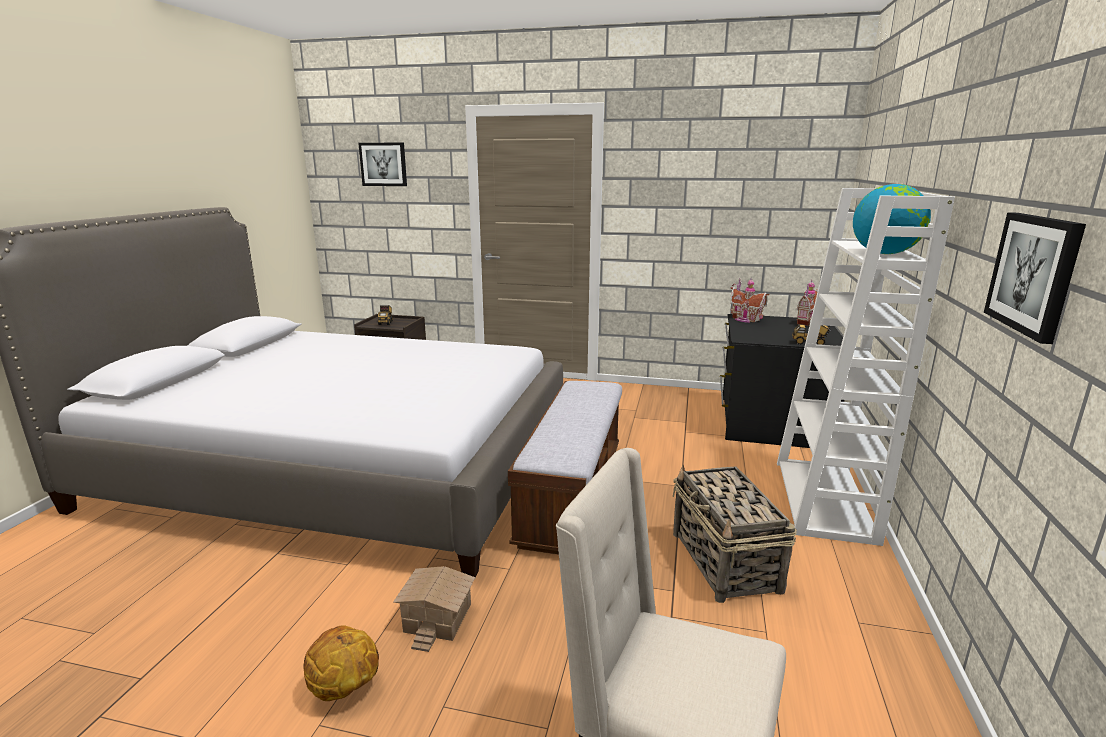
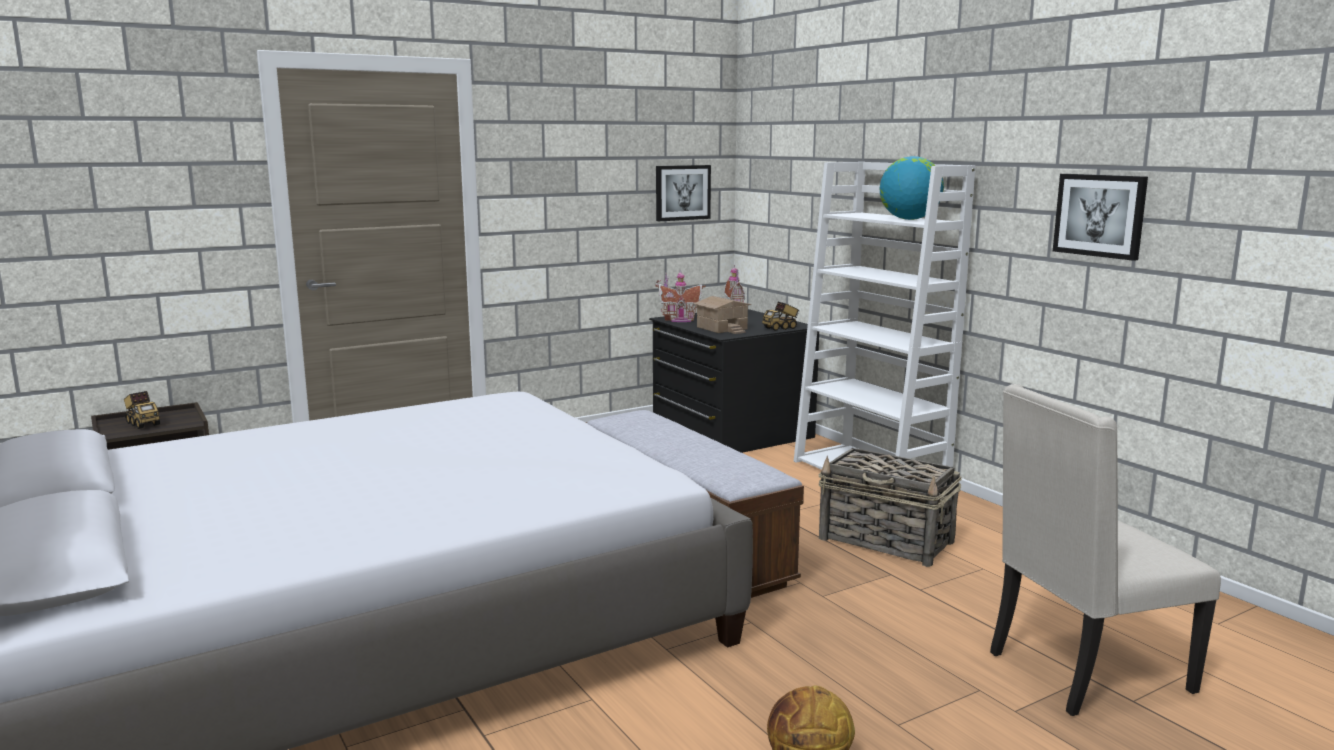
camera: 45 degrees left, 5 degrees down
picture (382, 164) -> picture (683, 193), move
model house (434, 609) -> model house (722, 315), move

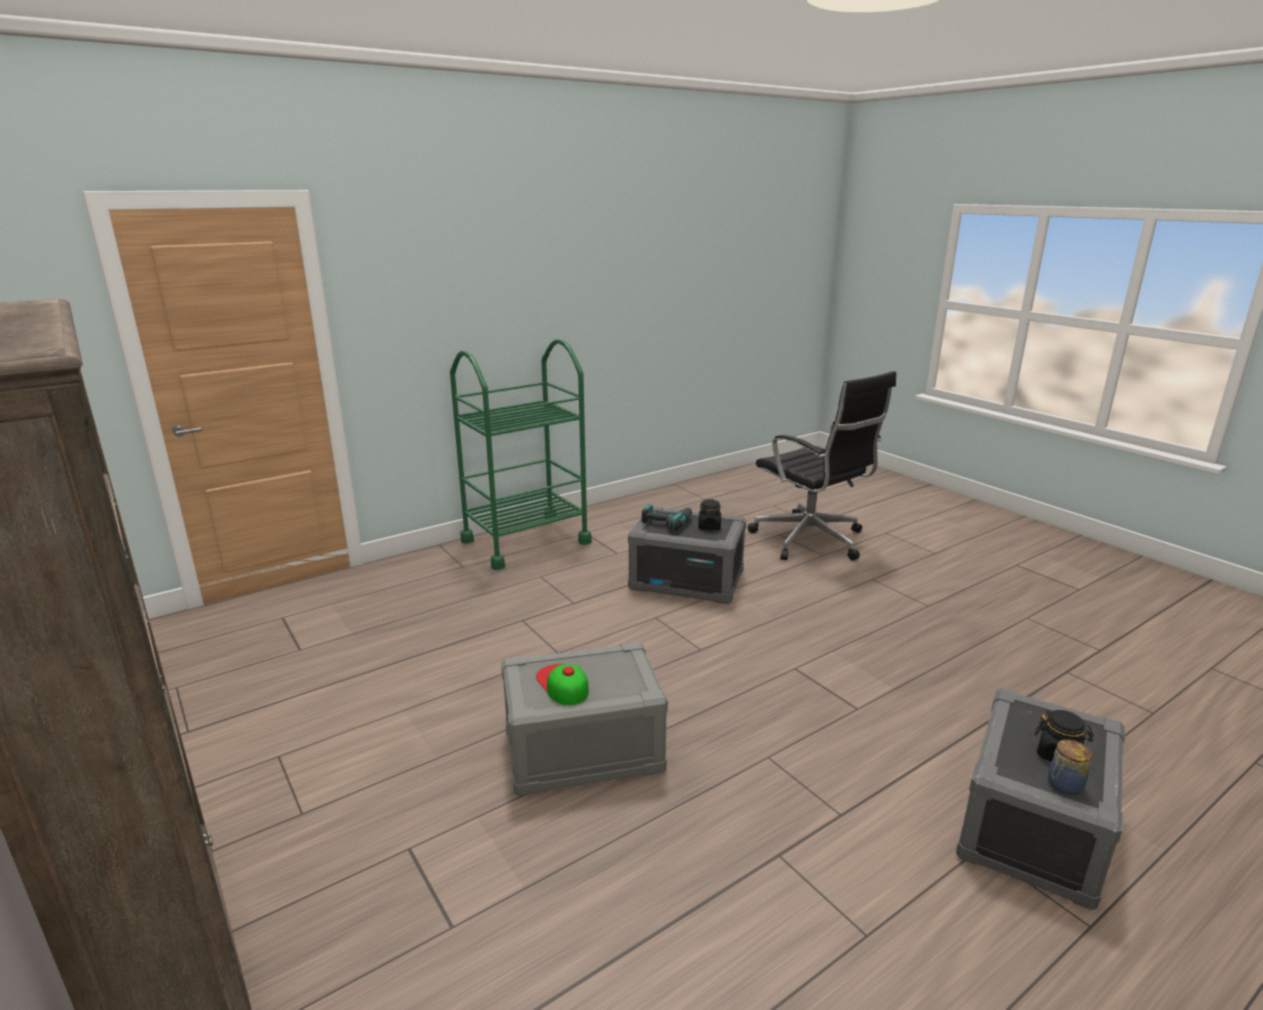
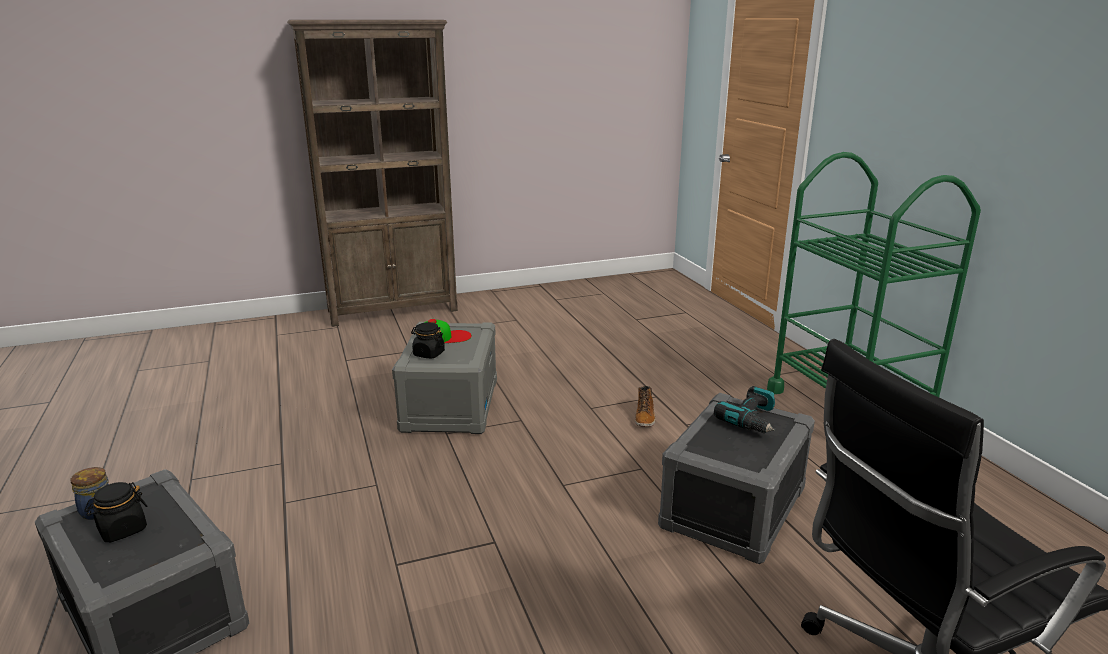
camera: 105 degrees right, 0 degrees up
none -> boot (645, 406)
storage jar (blackish) (709, 514) -> storage jar (blackish) (428, 340), move

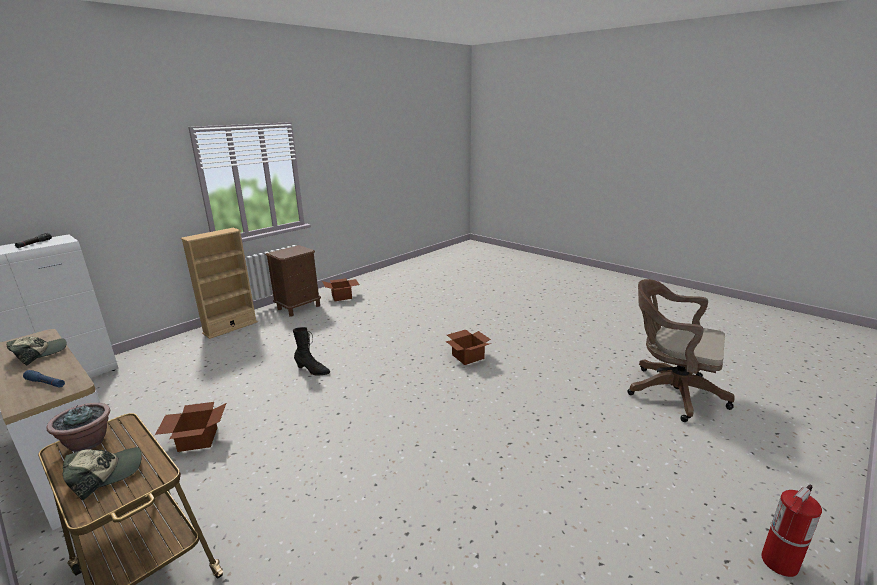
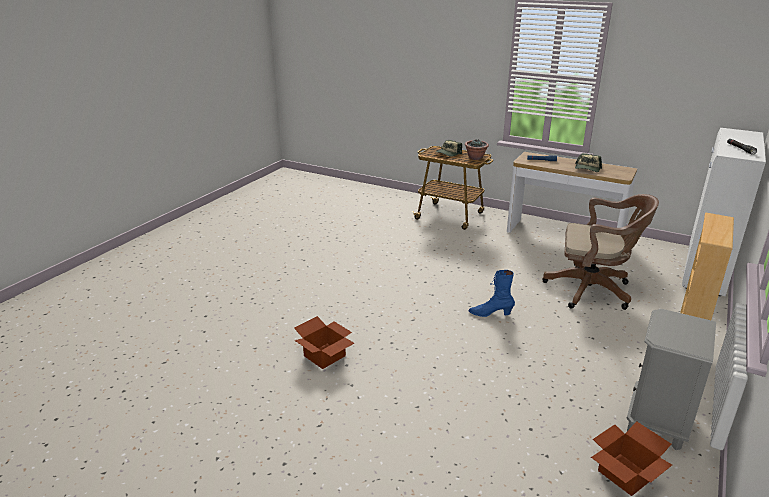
camera: 165 degrees right, 5 degrees up
cardboard box (190, 427) -> none
extinguisher (791, 531) -> none
desk chair (brownish) (680, 350) -> desk chair (brownish) (600, 252), move
bedside table (brownish) (293, 280) -> bedside table (grey) (671, 379)
boot (blackish) (311, 351) -> boot (blue-coloured) (491, 293)

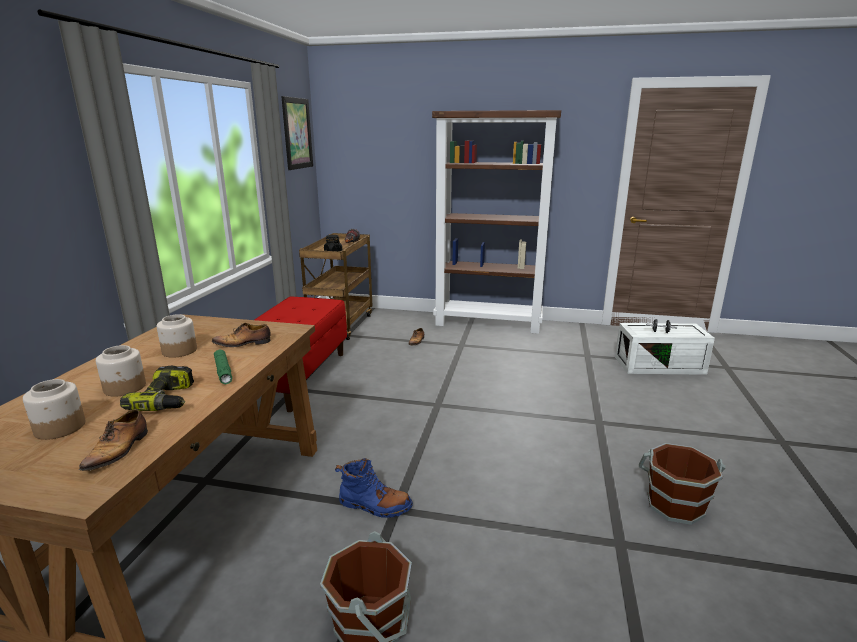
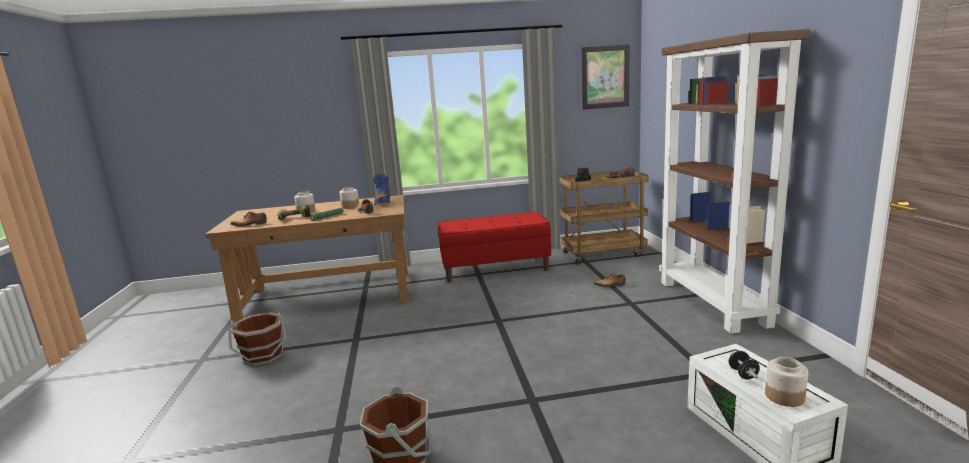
camera: 70 degrees right, 5 degrees down
storage jar (54, 409) -> storage jar (786, 382), move
boot (blue-coloured) (374, 488) -> boot (blue-coloured) (381, 189), move

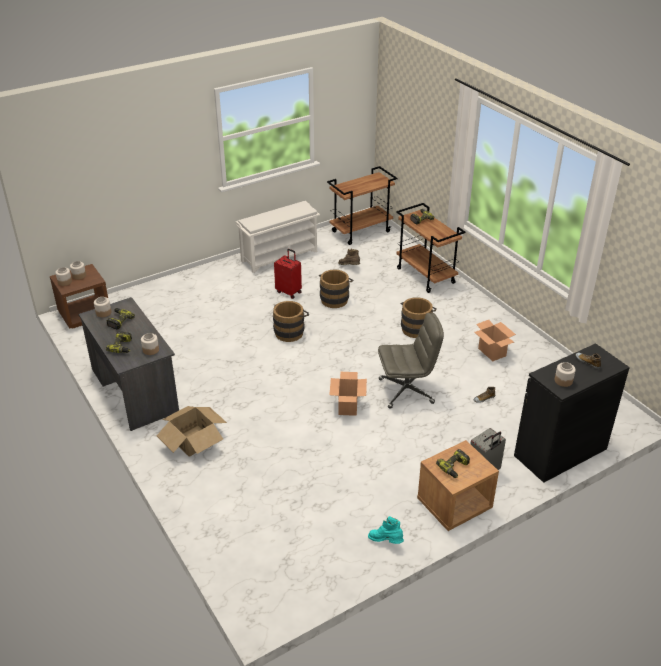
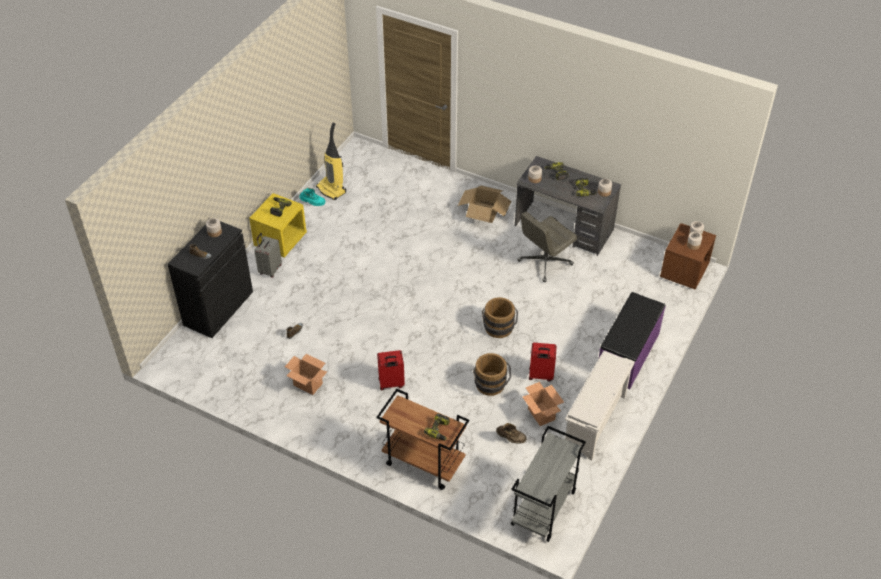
camera: 150 degrees right, 10 degrees up
none -> vacuum cleaner (331, 161)
none -> long seat (purplish) (632, 340)
cardboard box (348, 394) -> cardboard box (543, 404), move
desk chair (grey) (411, 360) -> desk chair (grey) (547, 247), move
water bucket (brownish) (418, 317) -> piece of luggage (red) (391, 370)
wheeled cart (brownish) (362, 205) -> wheeled cart (grey) (548, 484)
bedside table (brownish) (458, 485) -> bedside table (yellow-coloured) (278, 225)

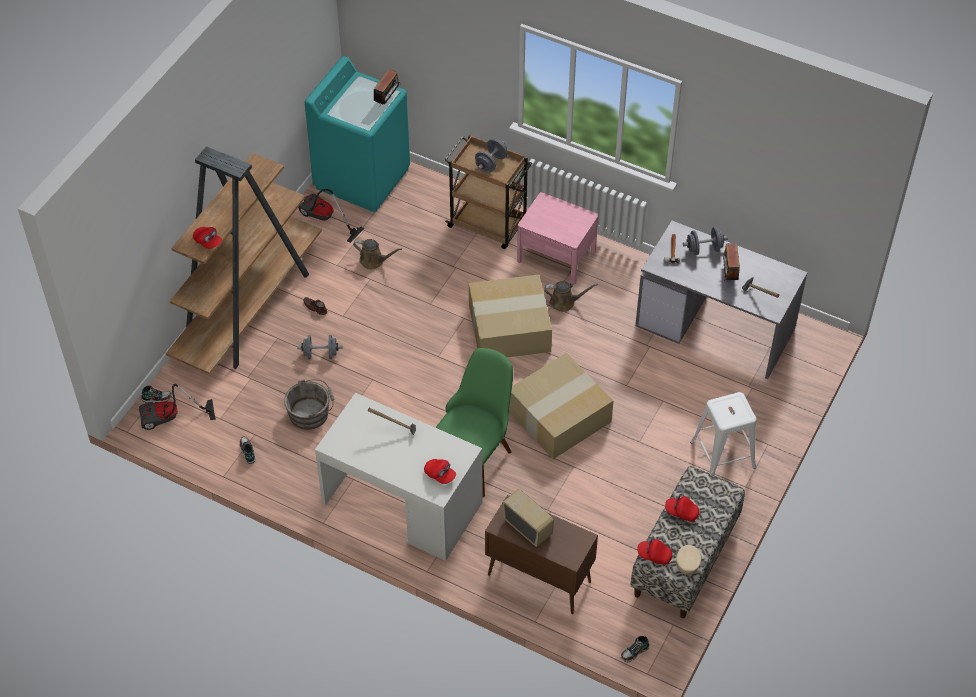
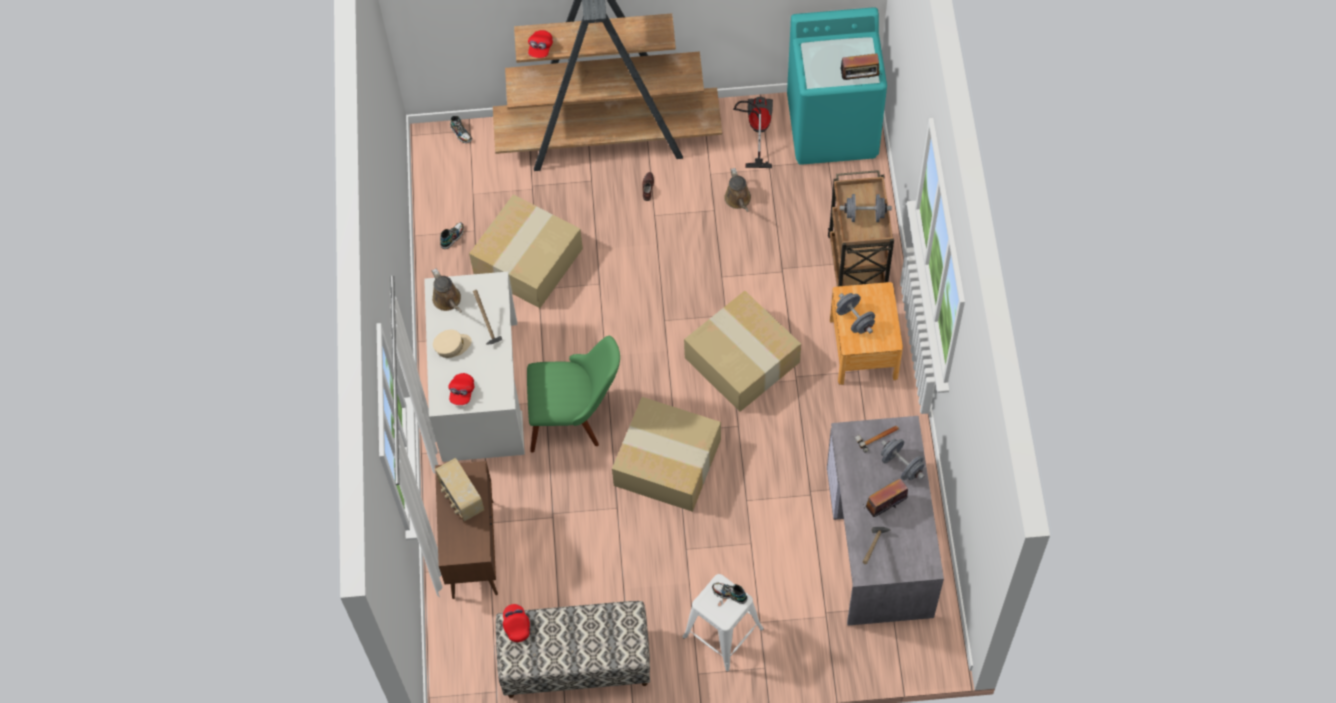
camera: 60 degrees right, 10 degrees up
vacuum cleaner (177, 407) -> none
cap (red) (682, 508) -> none
free weight (grey) (319, 347) -> free weight (grey) (855, 313), move
sprinkling can (brownish) (571, 296) -> sprinkling can (brownish) (447, 290), move
item of footwear (635, 649) -> item of footwear (730, 593), move
cap (sand-coloured) (688, 560) -> cap (sand-coloured) (452, 344), move
water bucket (grey) (309, 404) -> cardboard box (526, 251)
bedside table (pink) (557, 238) -> bedside table (brownish) (866, 333)
radio (528, 518) -> radio (459, 490), 135 degrees clockwise

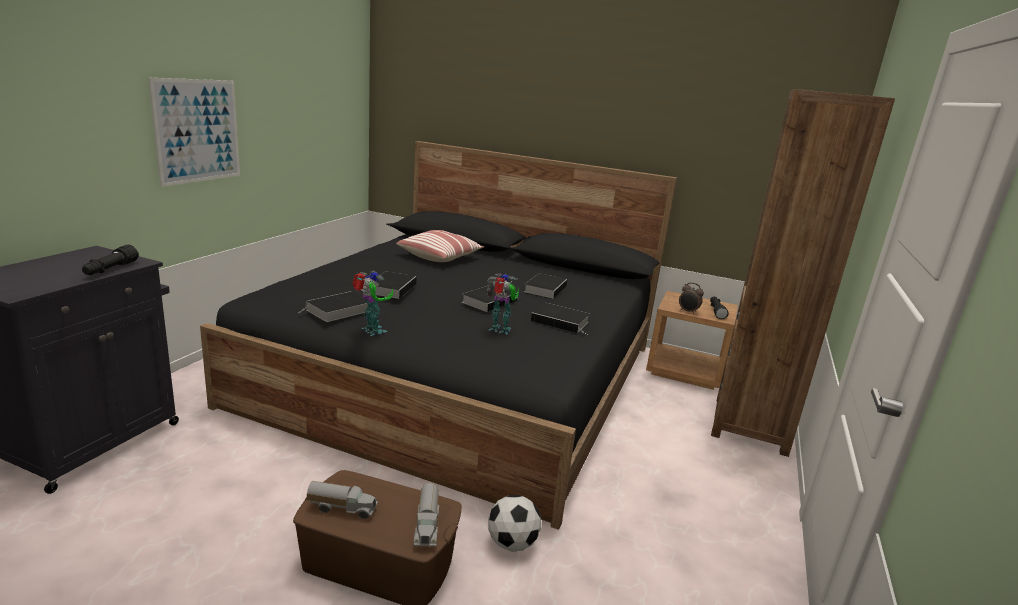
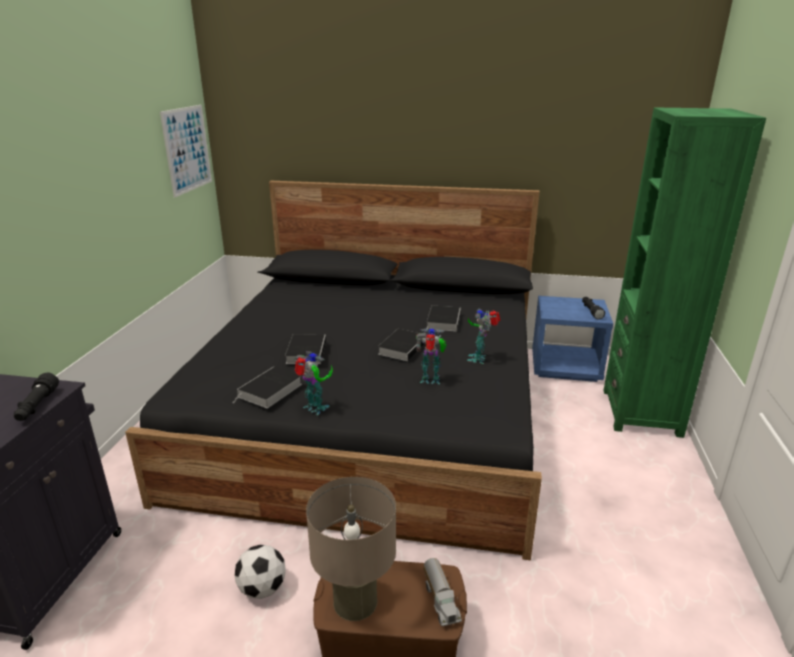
camera: 10 degrees left, 5 degrees up
throw pillow (440, 246) -> none
bedside clock (691, 298) -> none
picture (194, 132) -> picture (186, 151), move
ball for football (514, 523) -> ball for football (260, 571), move
toy truck (342, 500) -> lamp for a table (sand-coloured) (351, 549)
book (560, 319) -> robot figure (483, 336)
bedside table (brownish) (692, 340) -> bedside table (blue-coloured) (572, 339)
shelving unit (brownish) (803, 273) -> shelving unit (green) (684, 272)

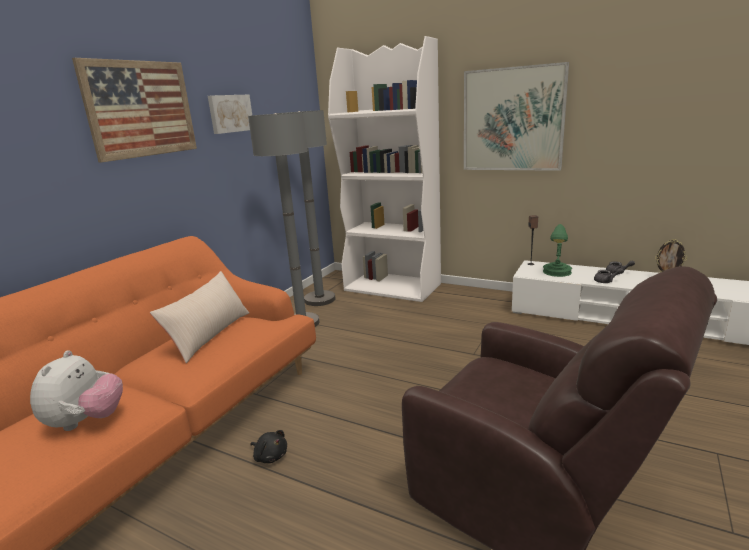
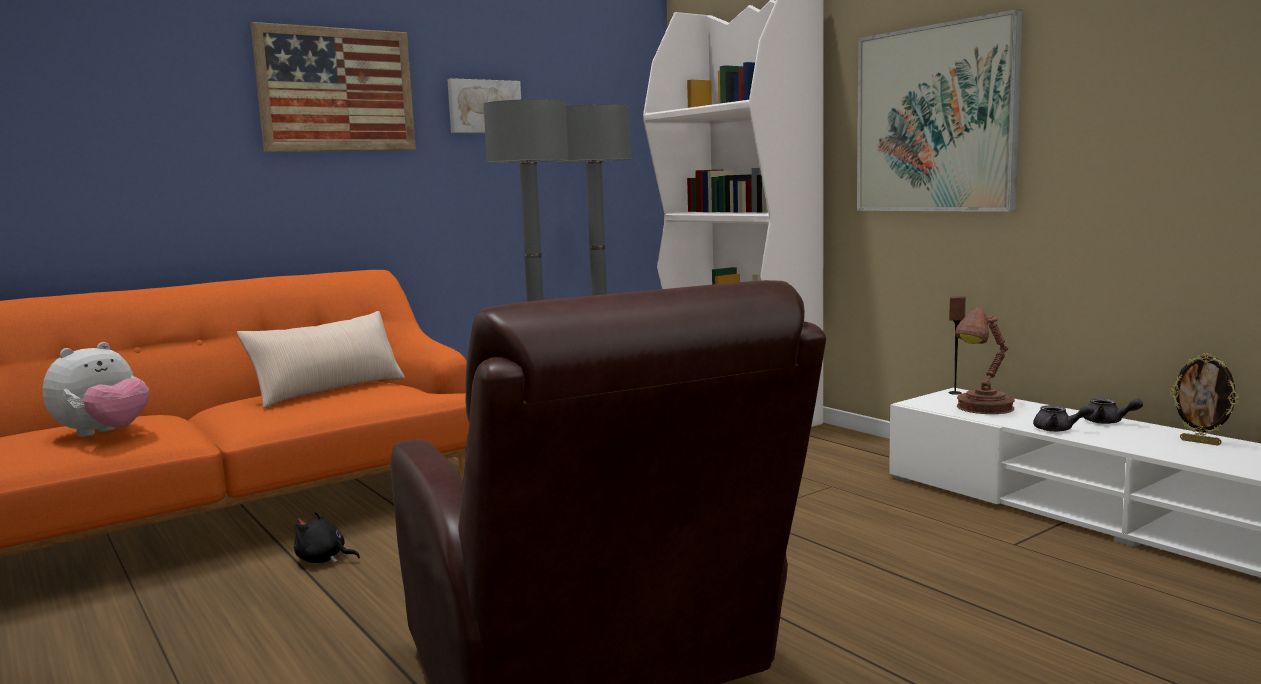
camera: 25 degrees right, 10 degrees down
lamp for a table (green) (557, 250) -> lamp for a table (brownish) (985, 361)
cuddly toy (blackish) (268, 446) -> cuddly toy (blackish) (327, 537), 135 degrees clockwise

